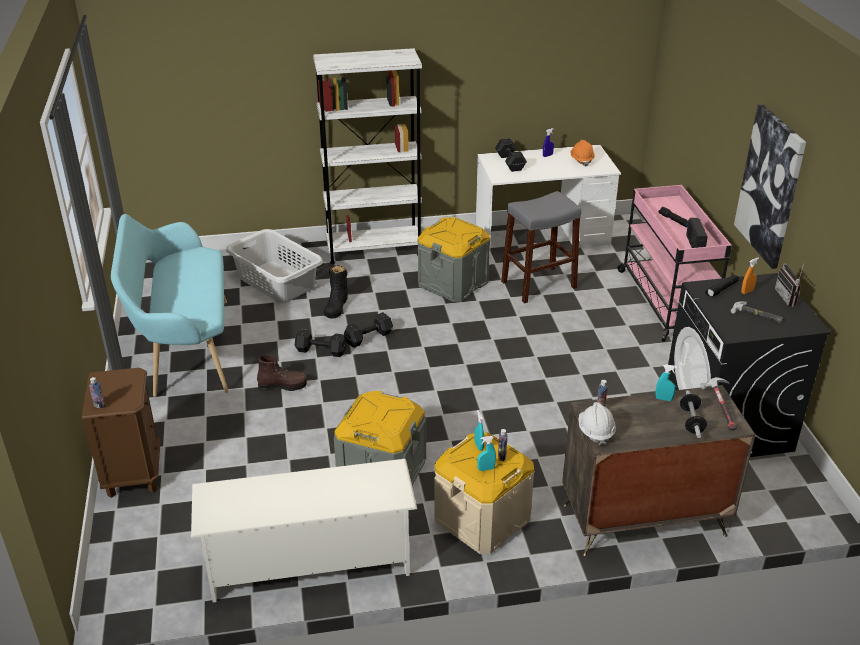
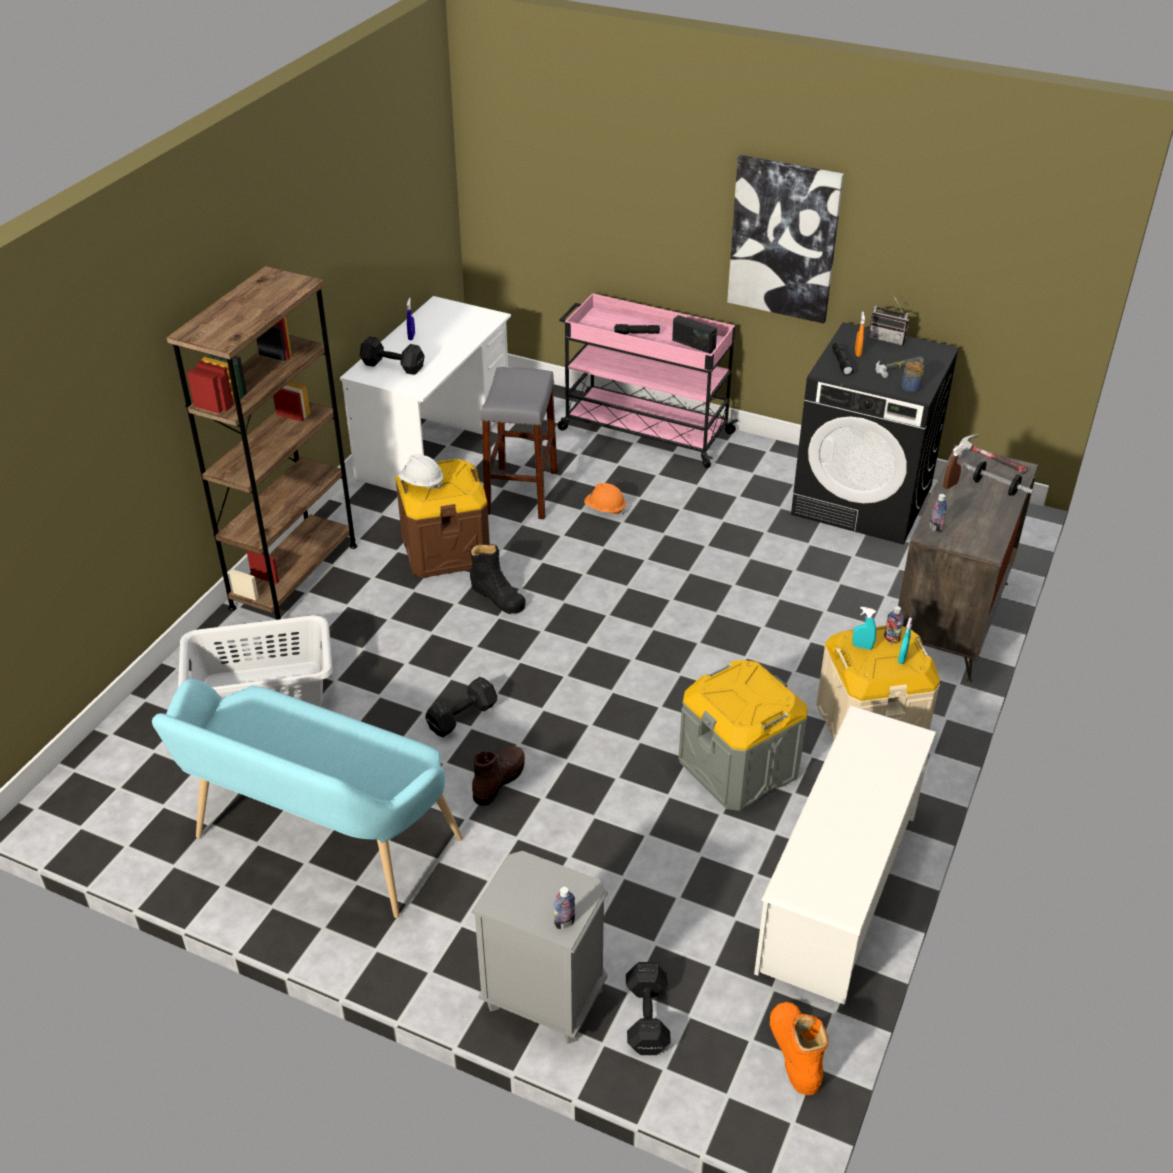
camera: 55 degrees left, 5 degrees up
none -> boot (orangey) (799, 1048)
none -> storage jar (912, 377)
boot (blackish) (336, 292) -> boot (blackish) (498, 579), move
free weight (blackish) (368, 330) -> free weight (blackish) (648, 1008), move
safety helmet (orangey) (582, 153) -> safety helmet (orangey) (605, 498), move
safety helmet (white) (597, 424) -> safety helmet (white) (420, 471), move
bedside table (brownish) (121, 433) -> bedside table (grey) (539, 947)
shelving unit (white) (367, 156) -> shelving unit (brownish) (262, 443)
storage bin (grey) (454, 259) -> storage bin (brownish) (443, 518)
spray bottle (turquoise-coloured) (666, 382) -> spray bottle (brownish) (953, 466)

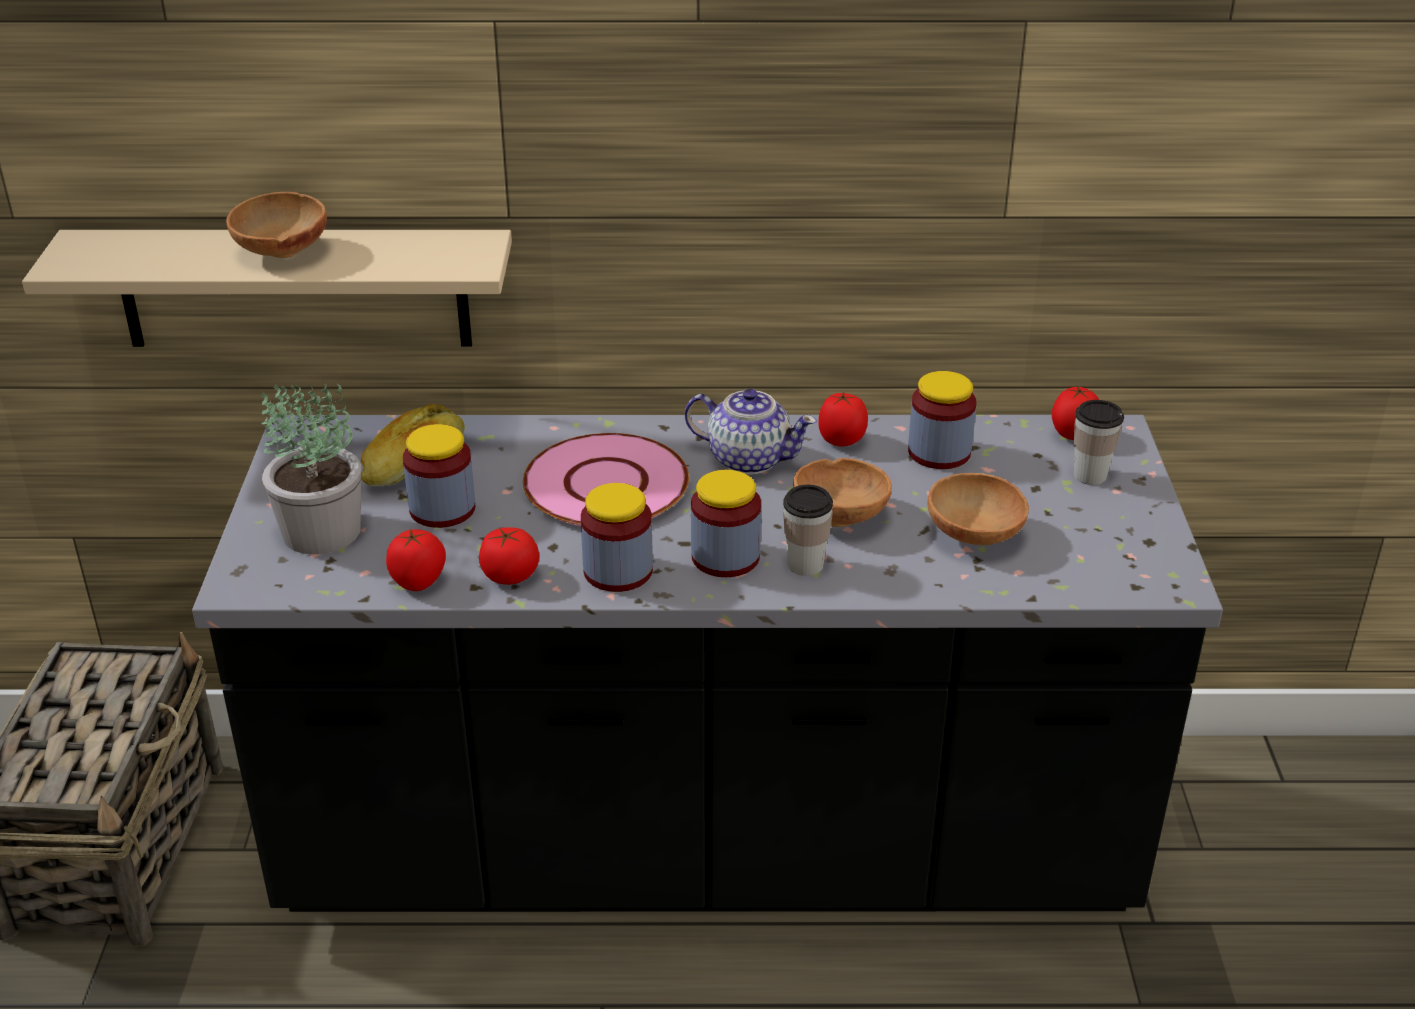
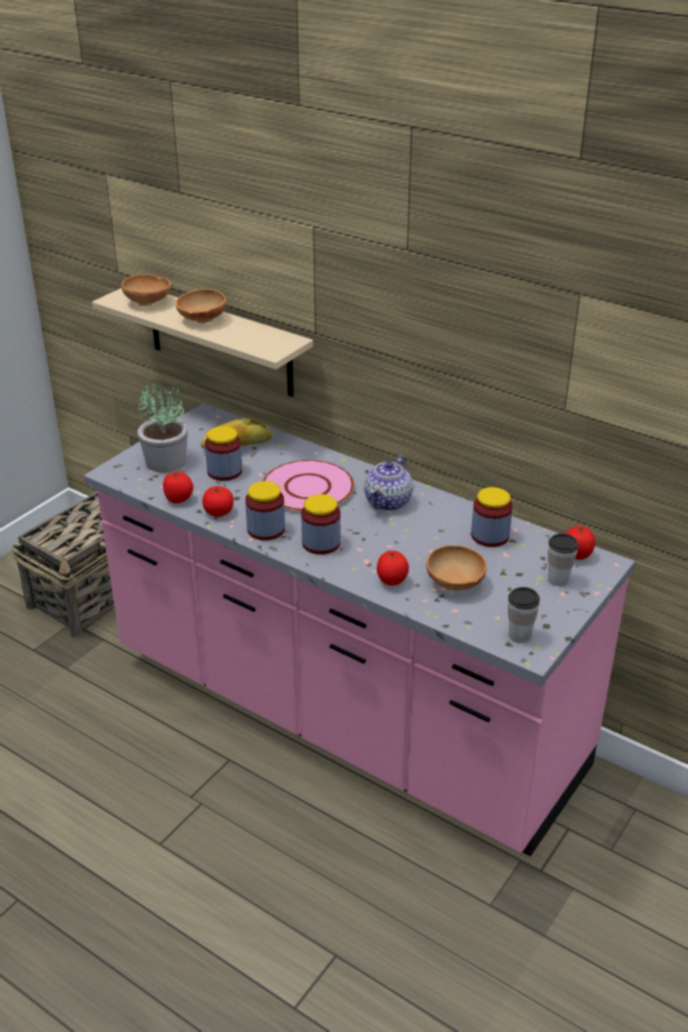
camera: 35 degrees right, 0 degrees up
cup (808, 530) -> cup (524, 615), move
bowl (brownish) (842, 492) -> bowl (brownish) (146, 290), move
fresh tomato (843, 419) -> fresh tomato (393, 568), move
kitchen counter (blackish) (707, 663) -> kitchen counter (pink) (359, 630)
tea pot (751, 432) -> tea pot (388, 483), 60 degrees clockwise

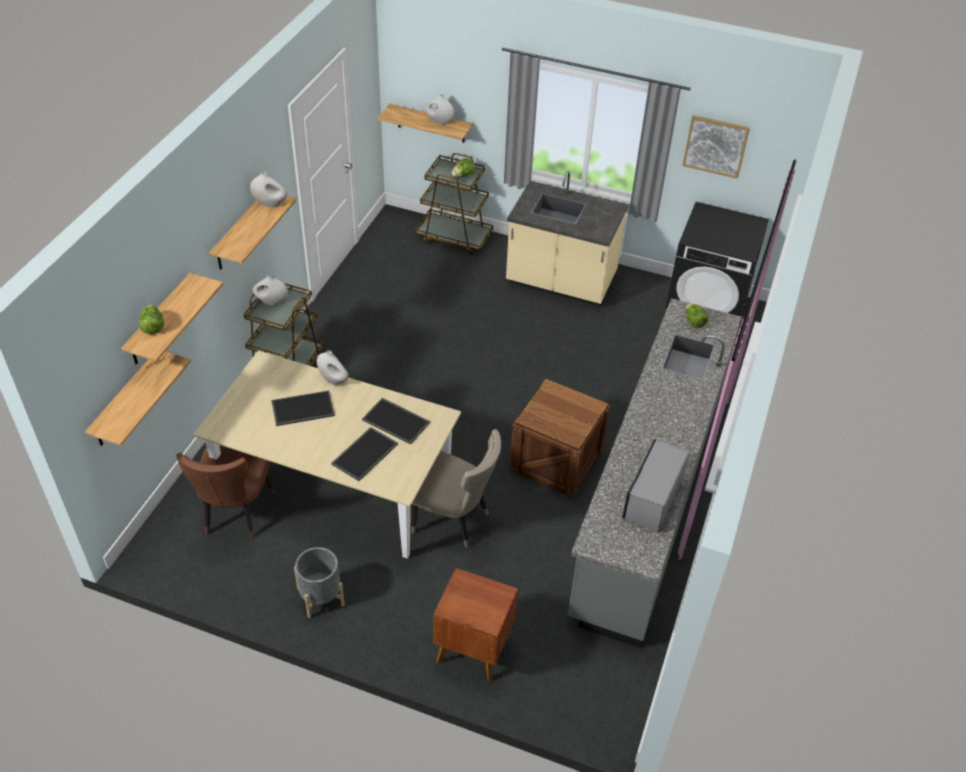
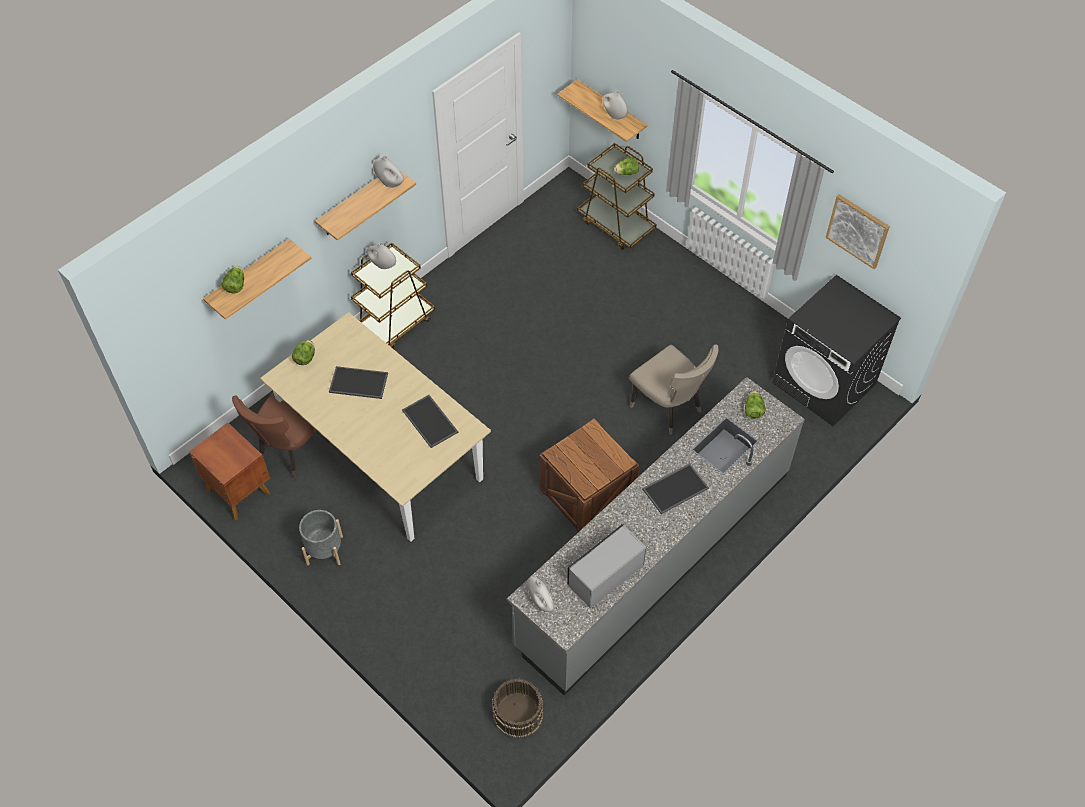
camera: 25 degrees right, 10 degrees up
bracket shelf (138, 399) -> none
kitchen counter (sand-coloured) (567, 239) -> none
none -> lettuce (303, 352)
none -> water bucket (brownish) (517, 708)
decorative vase (white) (333, 367) -> decorative vase (white) (541, 594), move
serving tray (364, 454) -> serving tray (675, 488), move
chair (sand-coloured) (456, 488) -> chair (sand-coloured) (673, 390), move
bedside table (brownish) (475, 625) -> bedside table (brownish) (229, 471), move

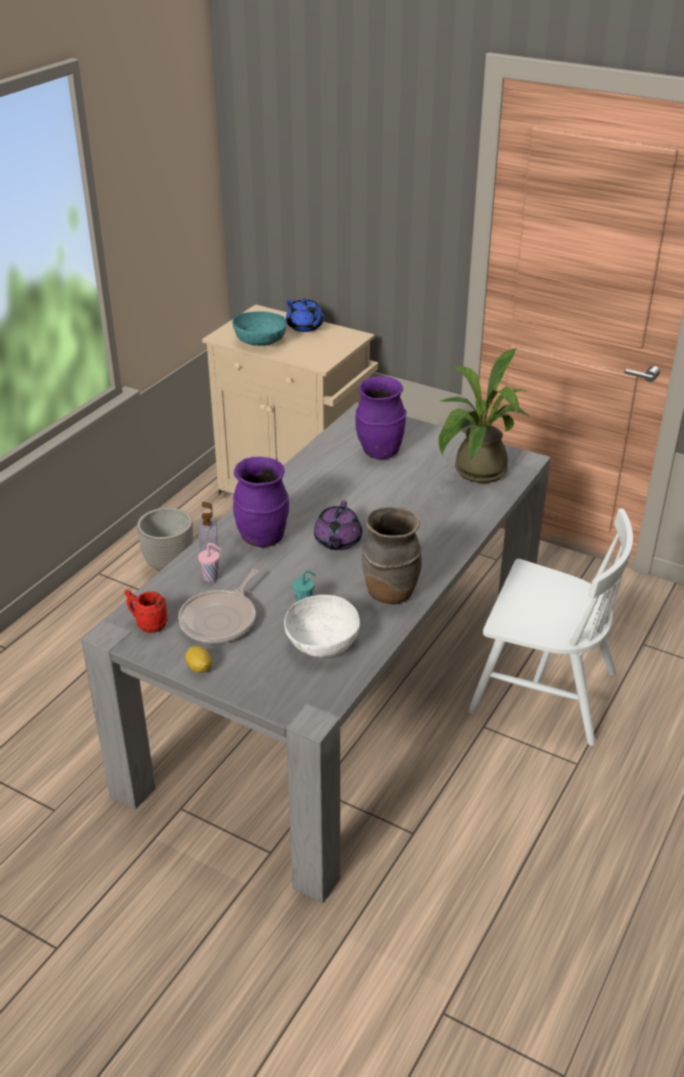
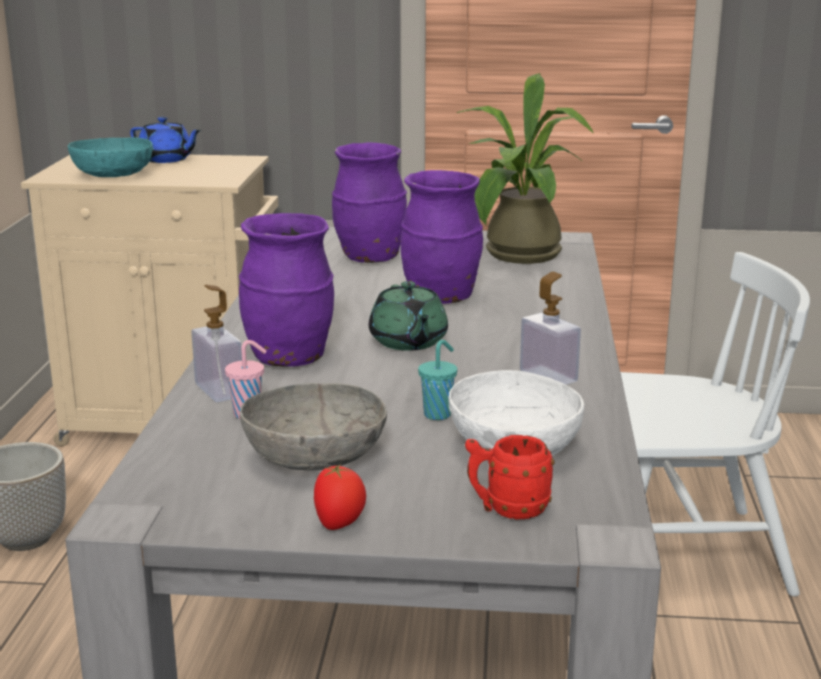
camera: 25 degrees left, 15 degrees down
none -> decorative vase (purplish) (441, 237)
tea mug (red) (146, 611) -> tea mug (red) (510, 477), move
frying pan (218, 606) -> bowl (grey) (313, 427)
whole lemon (198, 659) -> fresh tomato (340, 497)
decorative vase (brownish) (392, 555) -> soap dispenser (550, 328)
tea pot (purplish) (338, 525) -> tea pot (green) (408, 316)

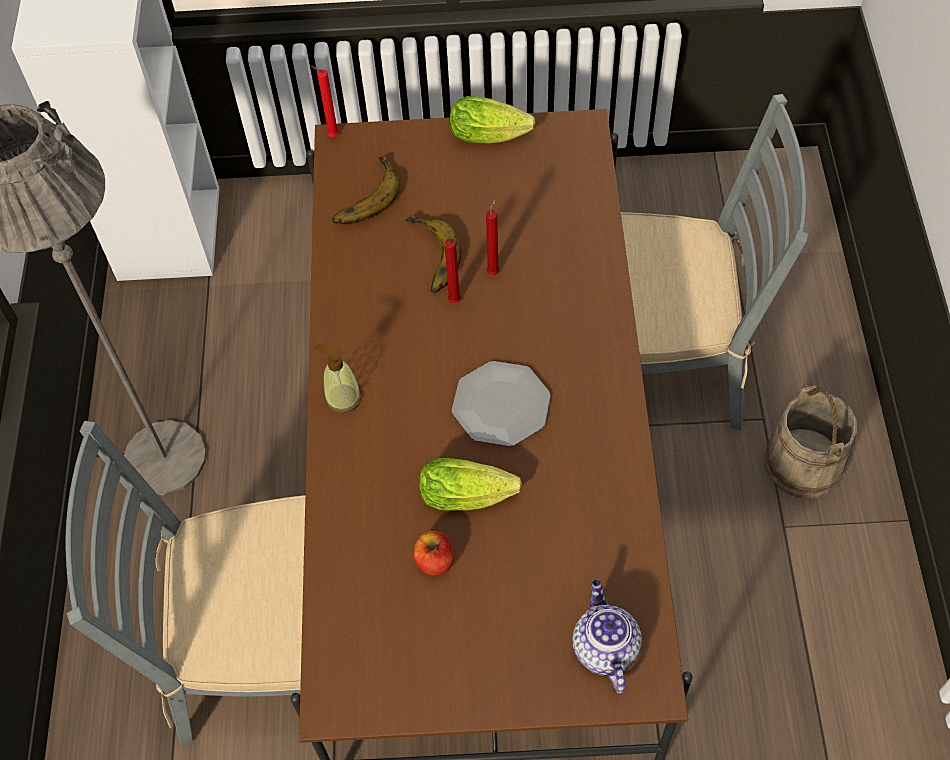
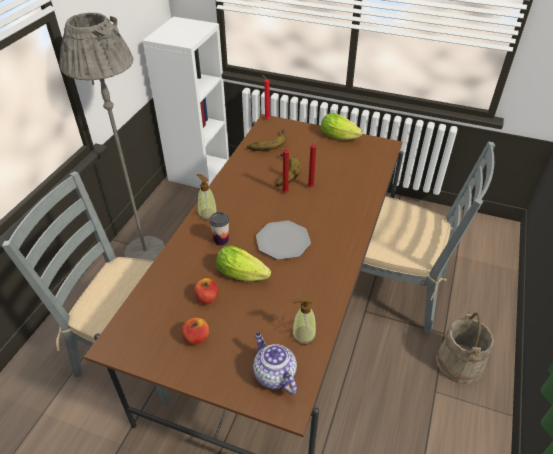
camera: 20 degrees right, 15 degrees down
none -> whole apple (195, 331)
none -> cup (219, 228)
none -> soap dispenser (304, 320)
tea pot (607, 636) -> tea pot (275, 363), 45 degrees counterclockwise

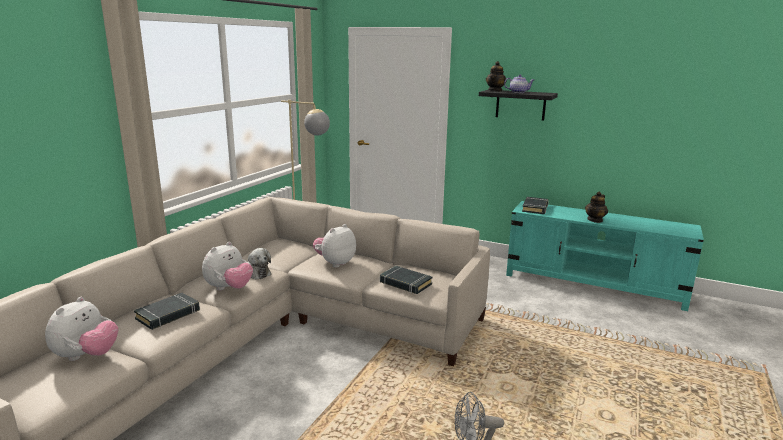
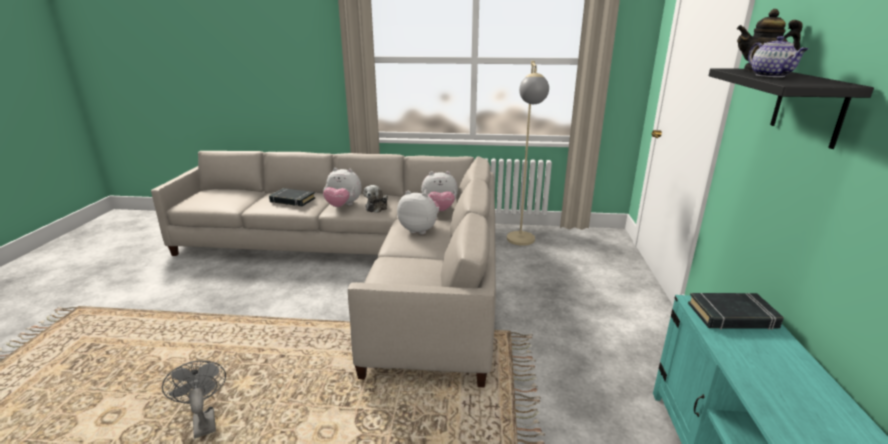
camera: 70 degrees right, 5 degrees up
book (blackish) (406, 280) -> none
tea pot (596, 207) -> none
cuddly toy (81, 329) -> cuddly toy (439, 191), move

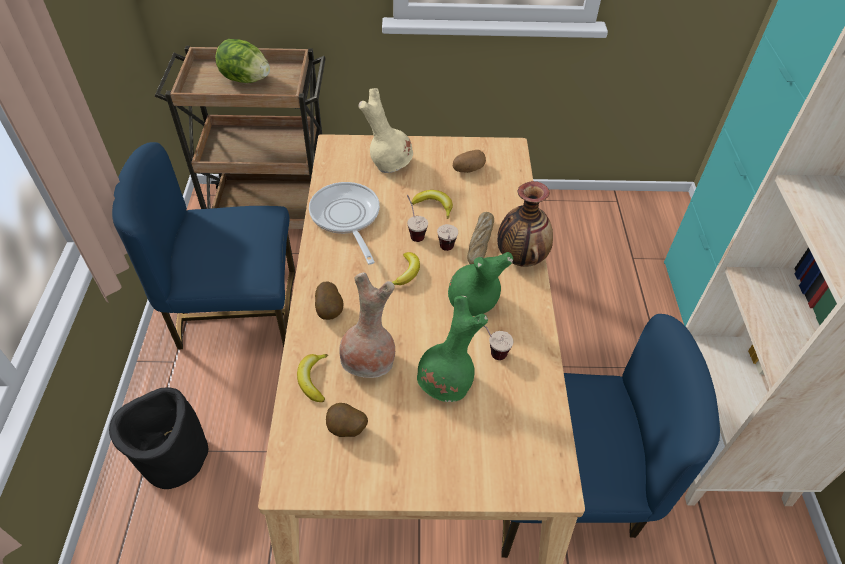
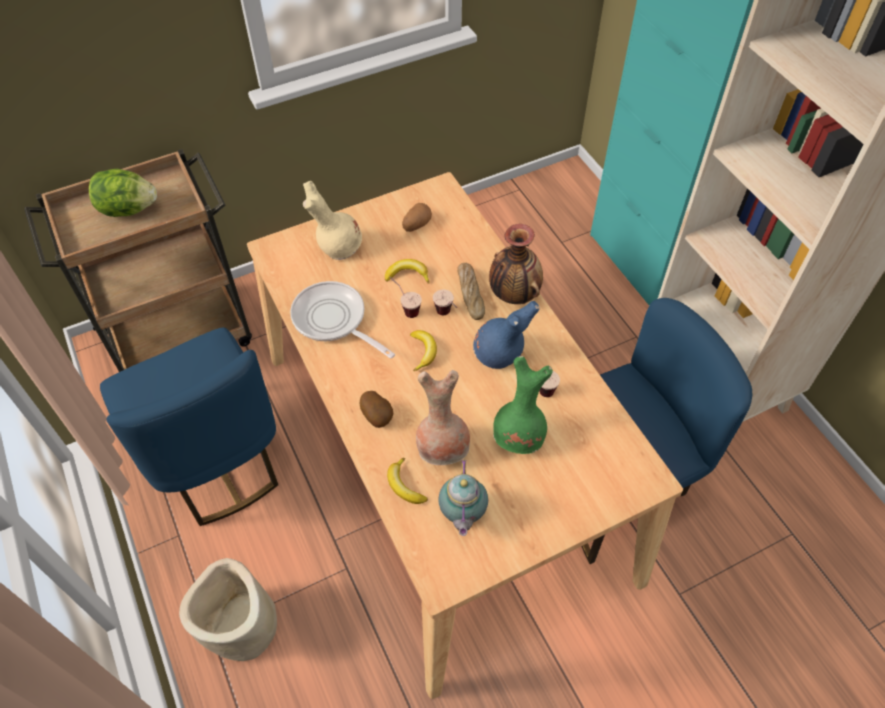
camera: 25 degrees left, 5 degrees up
spud (347, 420) -> tea pot (463, 498)
flower pot (blackish) (158, 438) -> flower pot (sand-coloured) (228, 609)
decorative vase (green) (480, 284) -> decorative vase (blue-coloured) (506, 335)
chair (blue-coloured) (203, 246) -> chair (blue-coloured) (189, 426), 90 degrees counterclockwise

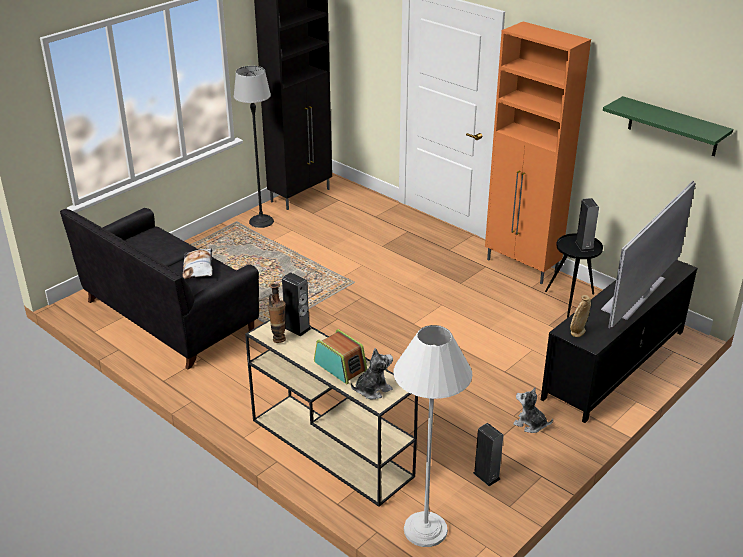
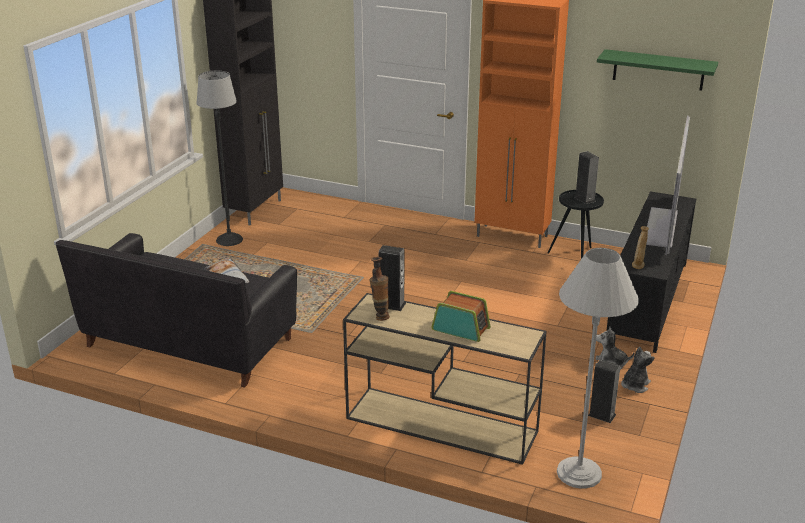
camera: 20 degrees left, 5 degrees down
cuddly toy (372, 374) -> cuddly toy (638, 370), move

